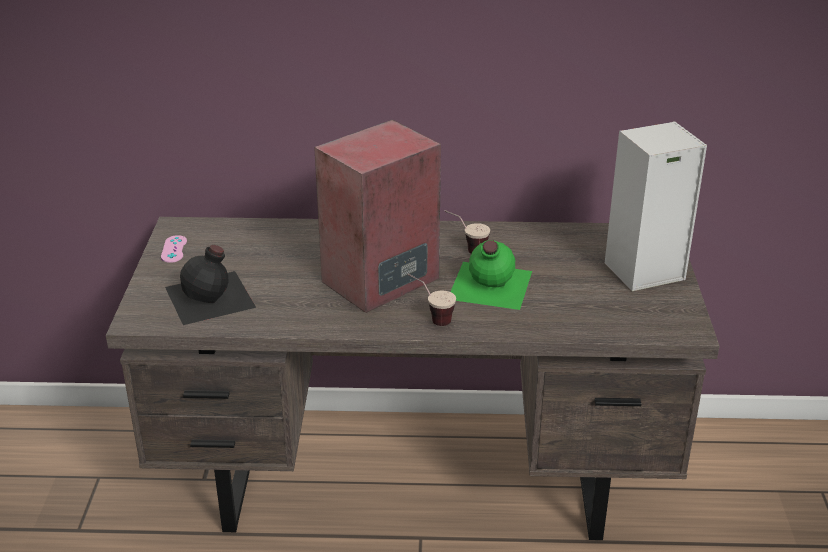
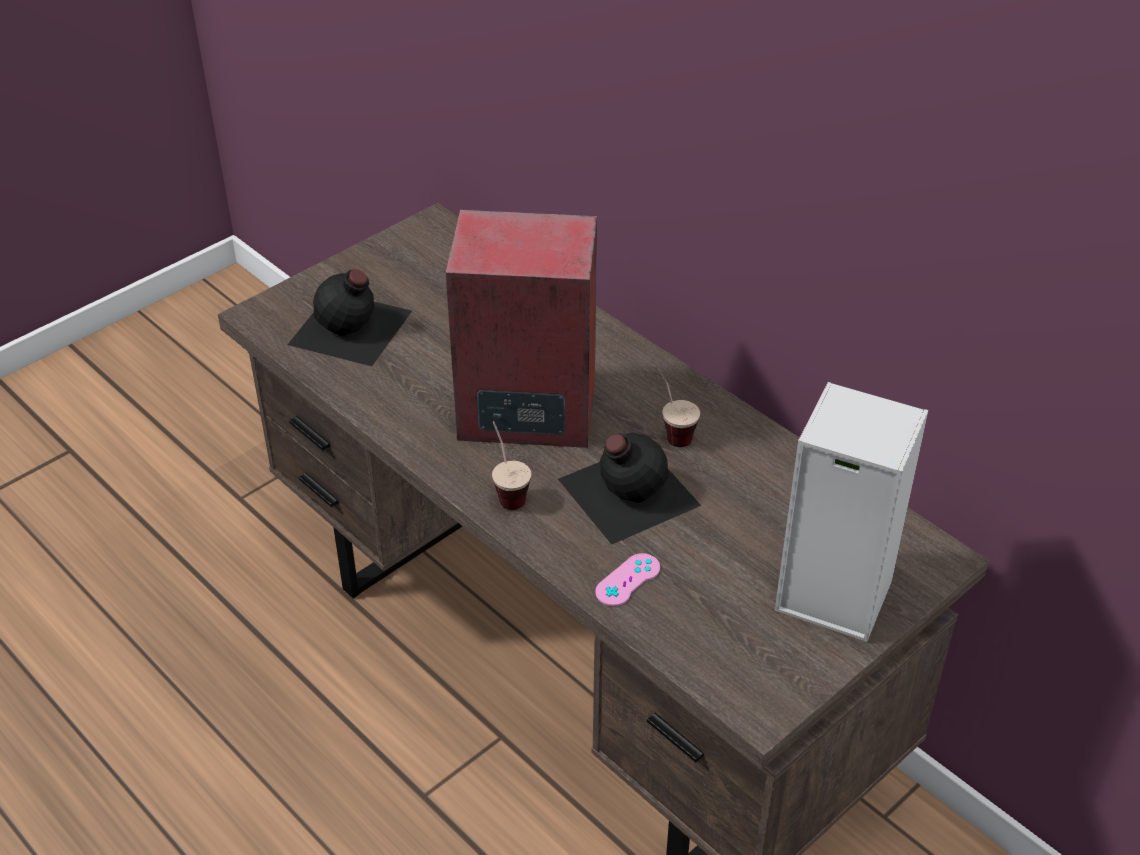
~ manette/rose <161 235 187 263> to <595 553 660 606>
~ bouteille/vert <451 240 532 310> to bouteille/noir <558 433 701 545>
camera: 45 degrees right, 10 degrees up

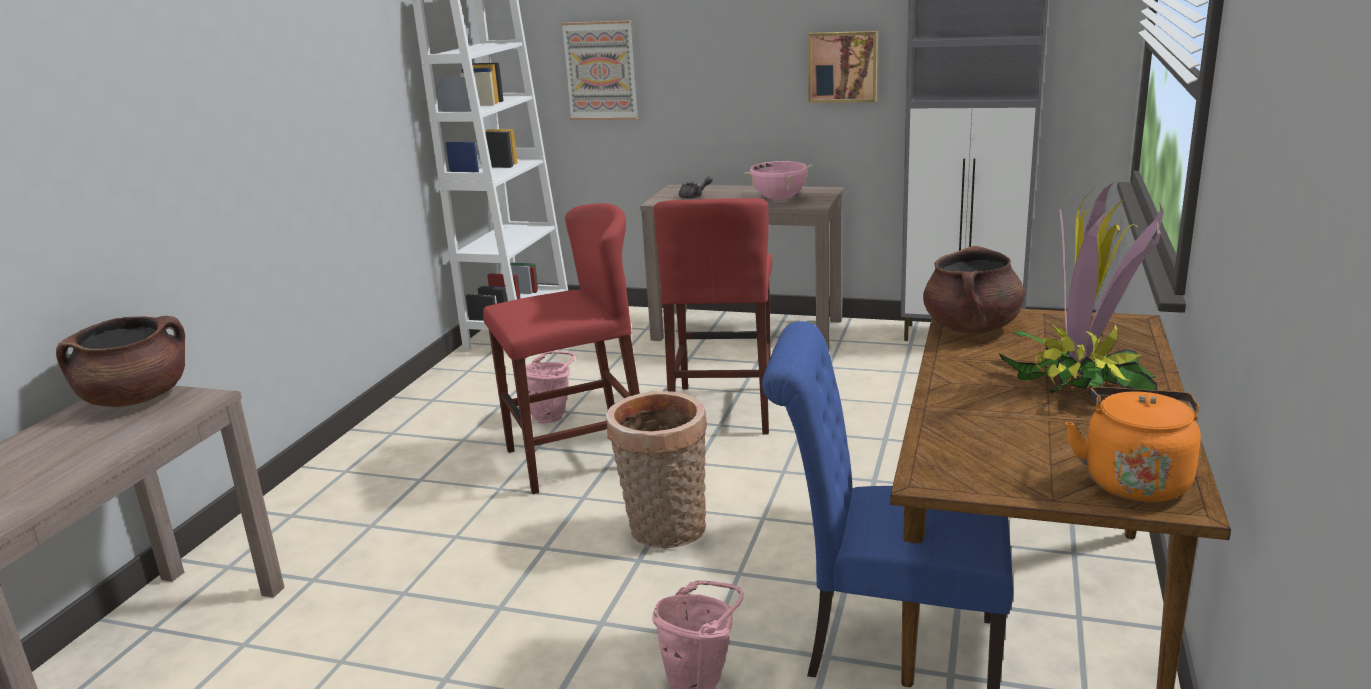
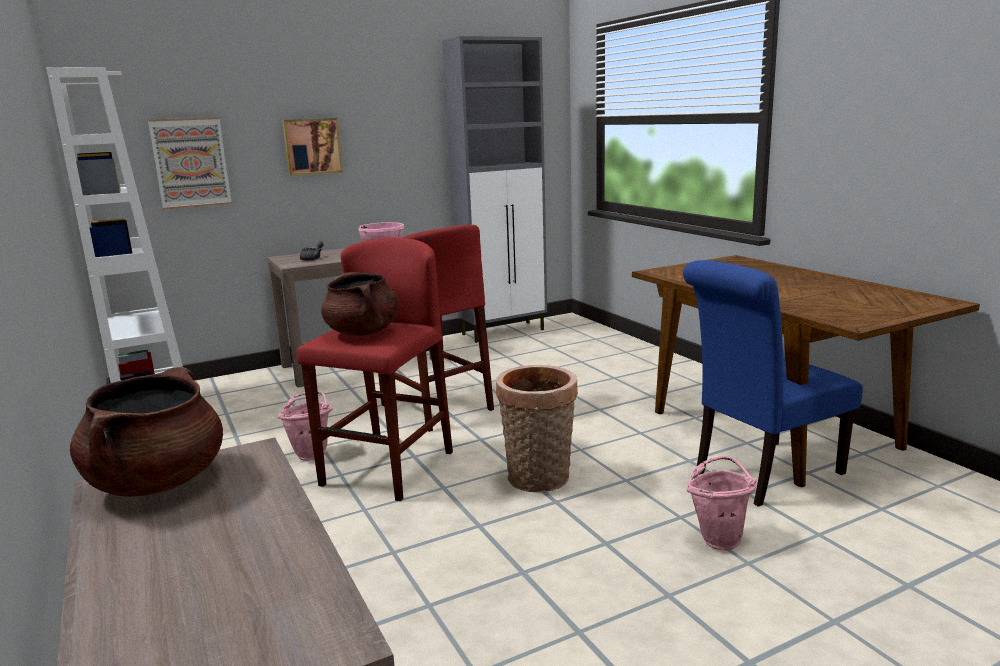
- plante en pot <999 182 1164 397>
- bouilloire/orange <1065 387 1201 502>
~ tableau <808 31 878 103> to <282 118 343 176>
~ marmite/marron <923 246 1025 333> to <321 272 398 336>
camera: 45 degrees left, 5 degrees down

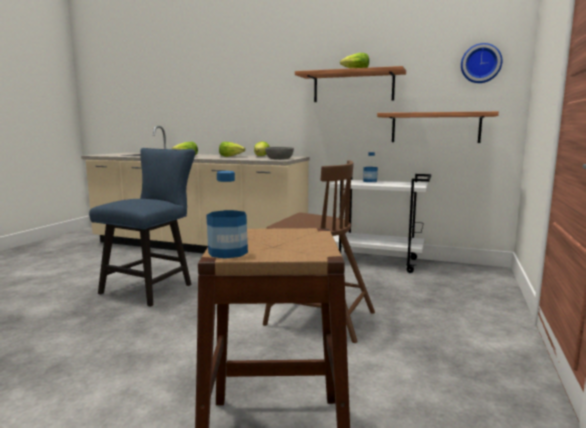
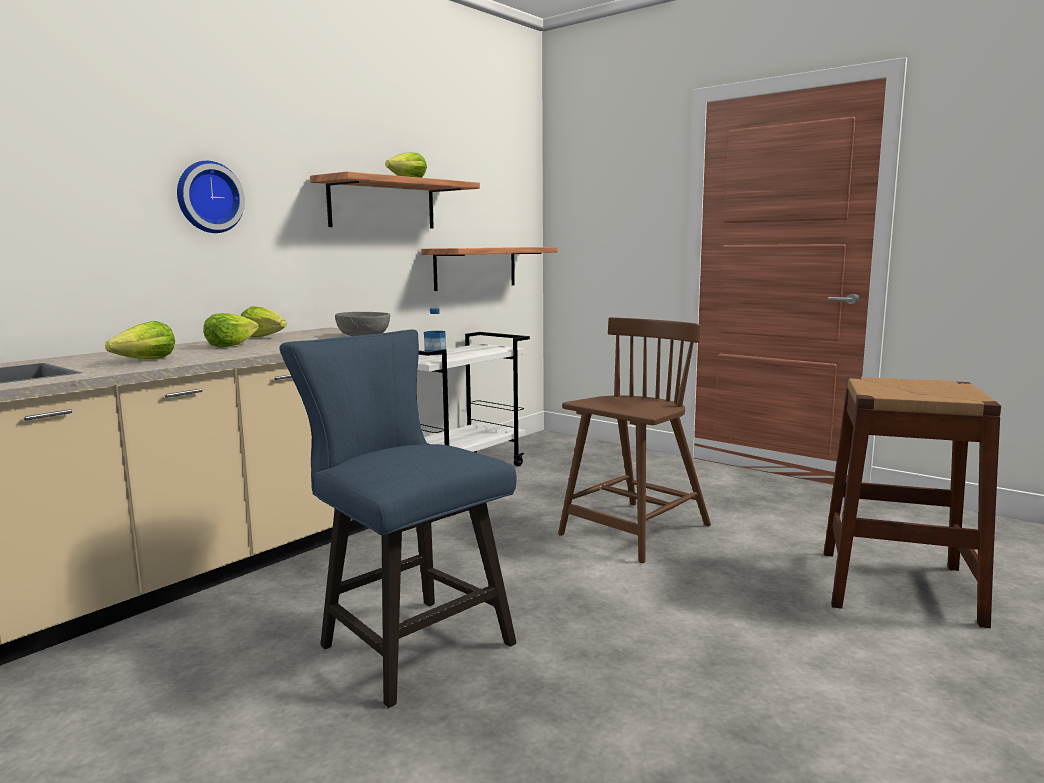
- bouteille <206 171 248 259>
~ horloge murale <461 43 502 83> to <177 161 245 233>
camera: 70 degrees left, 0 degrees up

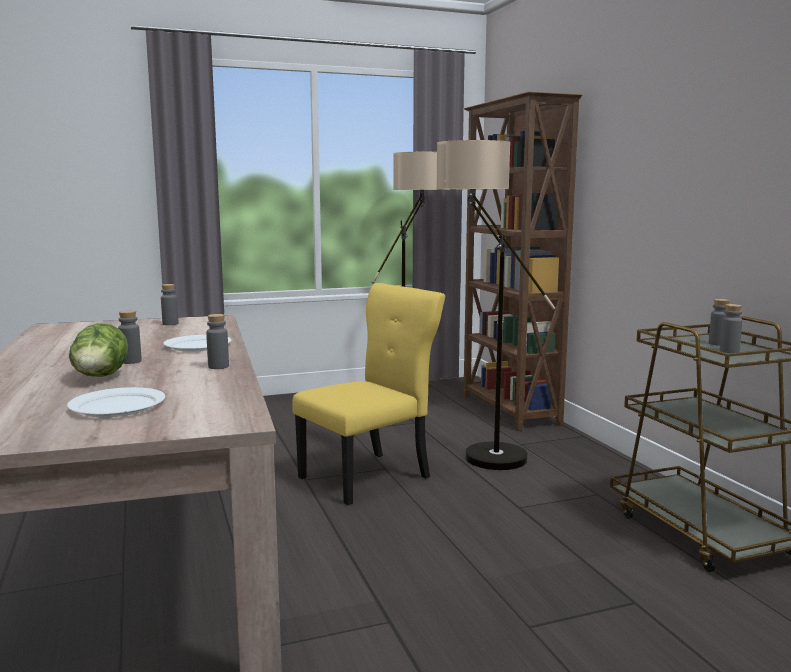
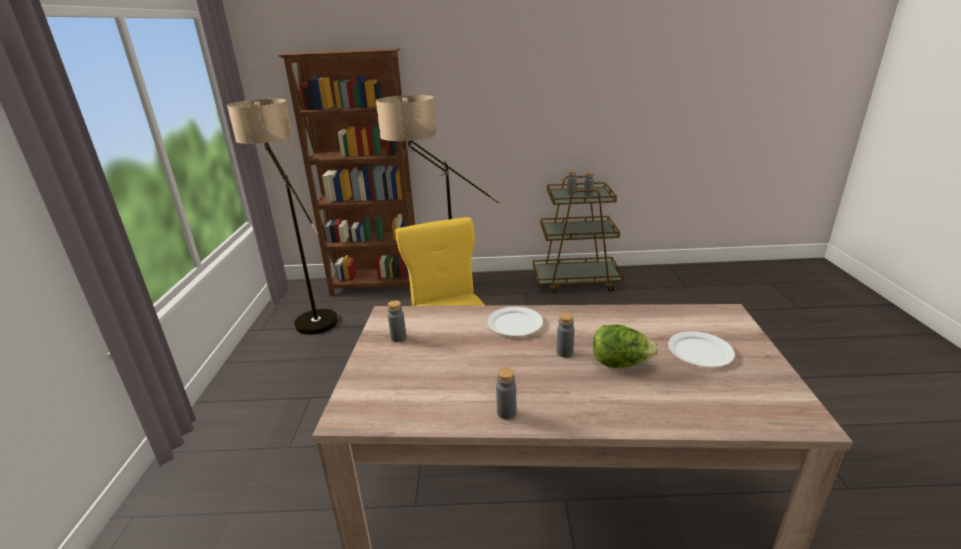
~ bouteille/gris <206 314 229 369> to <496 368 516 419>
camera: 70 degrees left, 15 degrees up

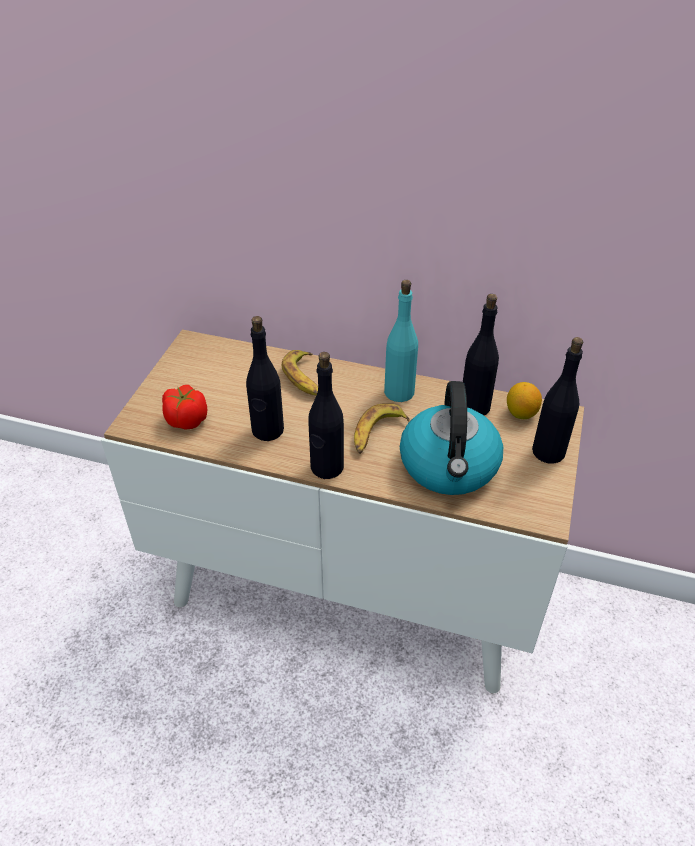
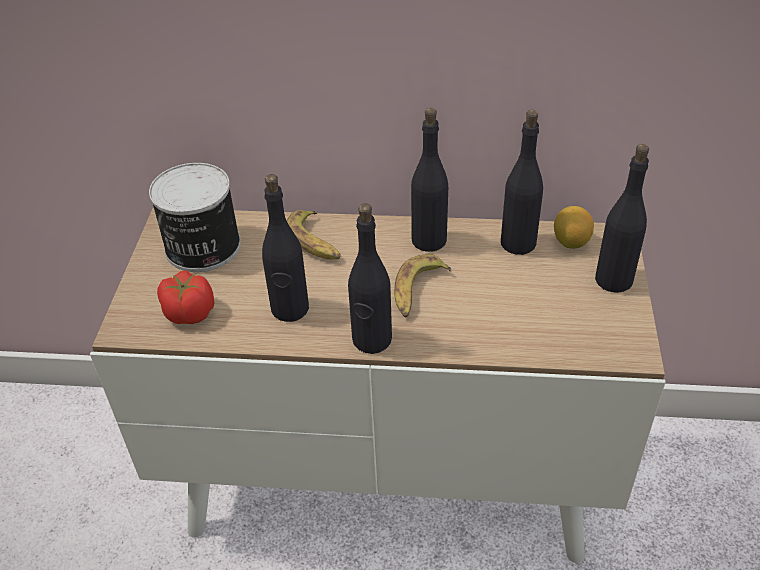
- bouilloire <400 381 503 495>
+ boîte métallique <149 163 241 272>
~ bouteille/turquoise <384 280 418 402> to bouteille/noir <411 108 448 252>
camera: 10 degrees left, 0 degrees up

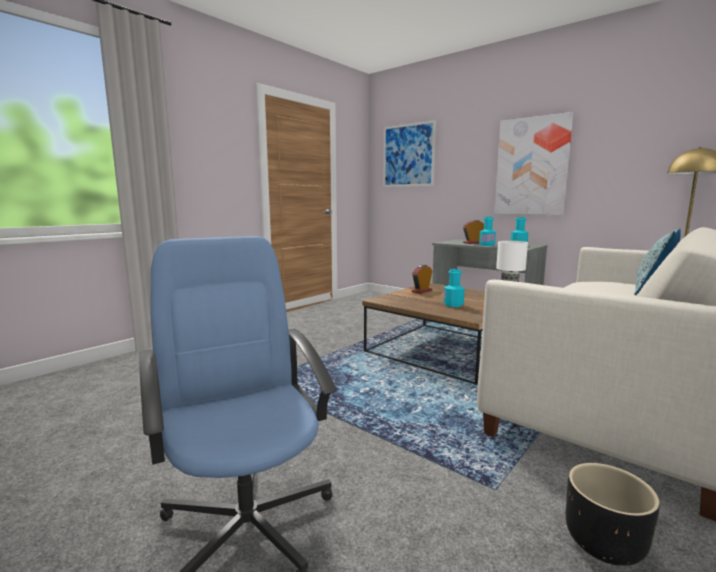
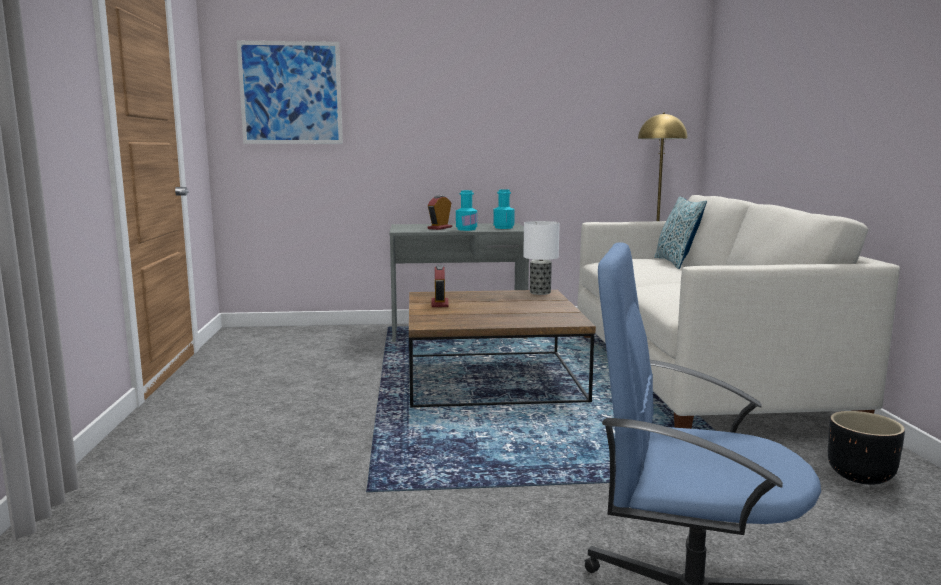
- bouteille/turquoise <444 269 465 307>
- tableau <494 112 574 215>
camera: 45 degrees left, 0 degrees up

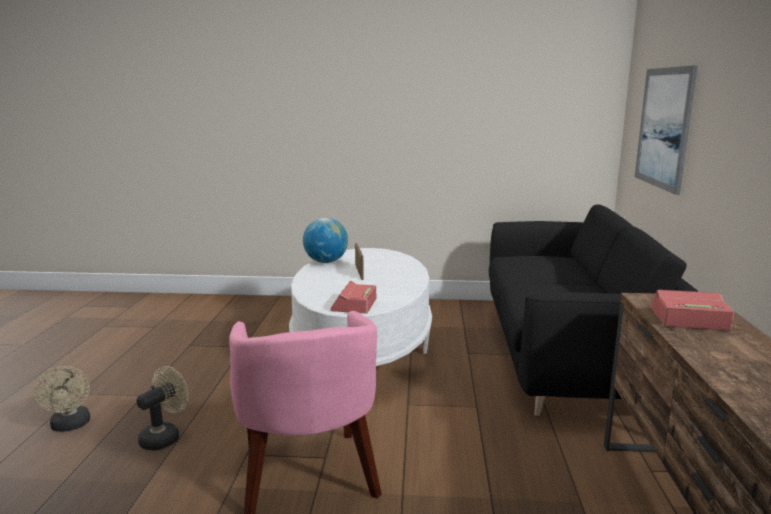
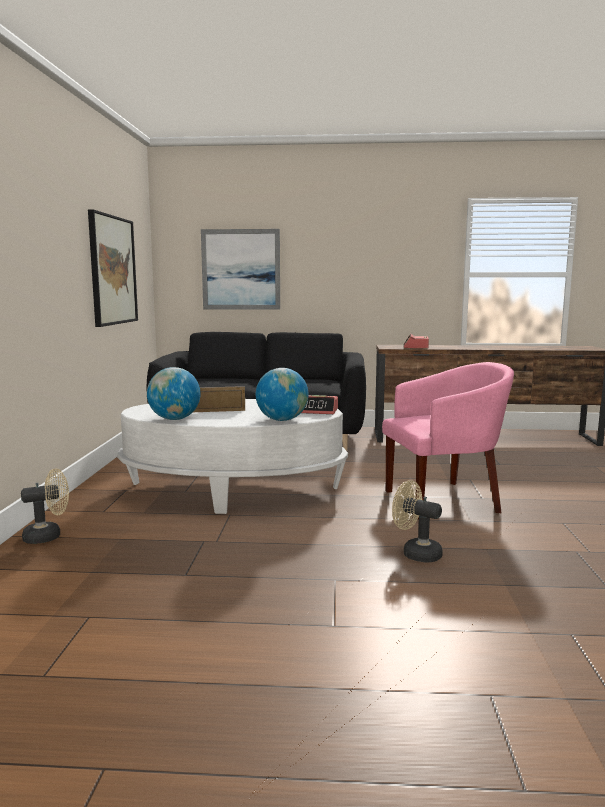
+ tableau <88 209 138 327>
+ globe <256 368 308 421>
~ ventilateur/beige <34 366 90 432> to <21 469 69 544>
camera: 90 degrees left, 5 degrees down

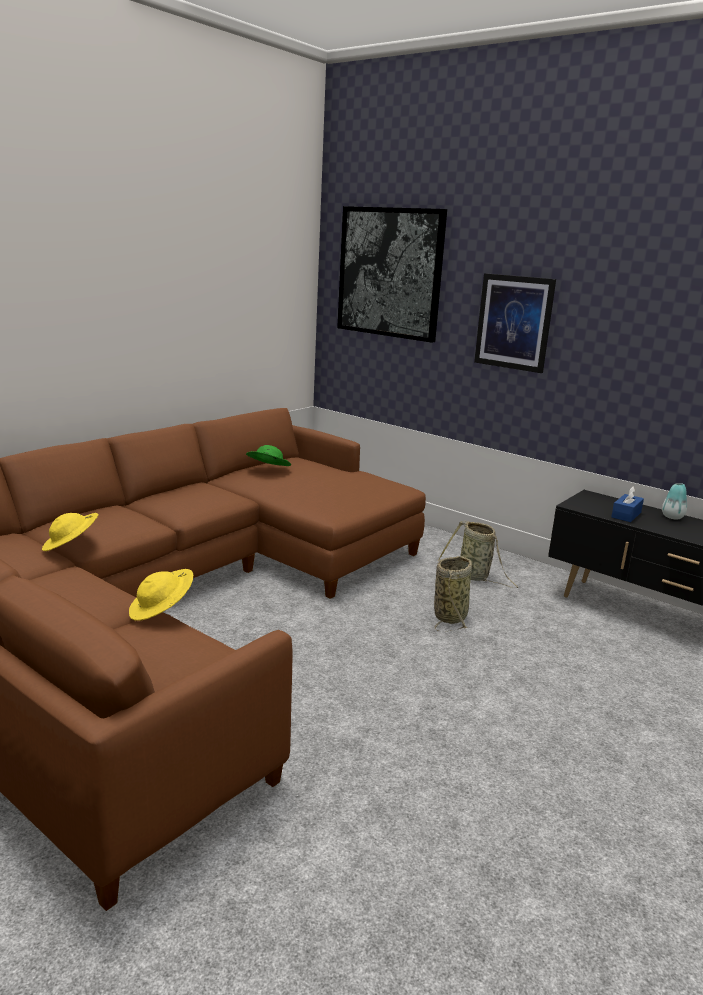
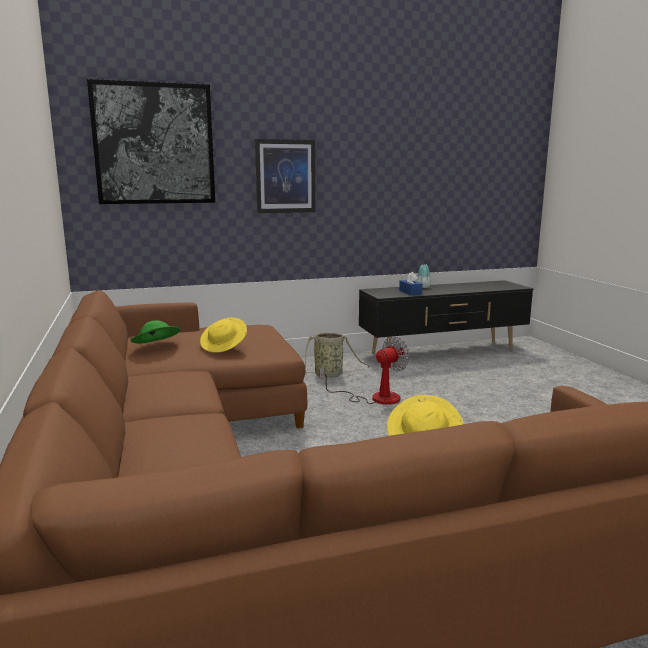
~ chapeau/jaune <42 513 99 551> to <200 318 247 353>
~ panier <434 556 472 631> to ventilateur <320 336 410 405>
camera: 55 degrees left, 5 degrees down

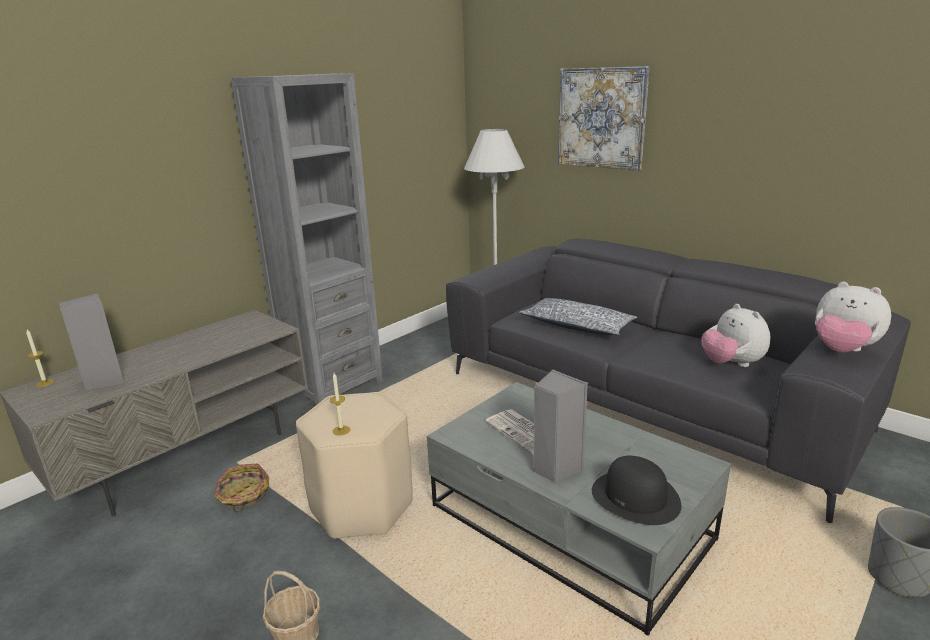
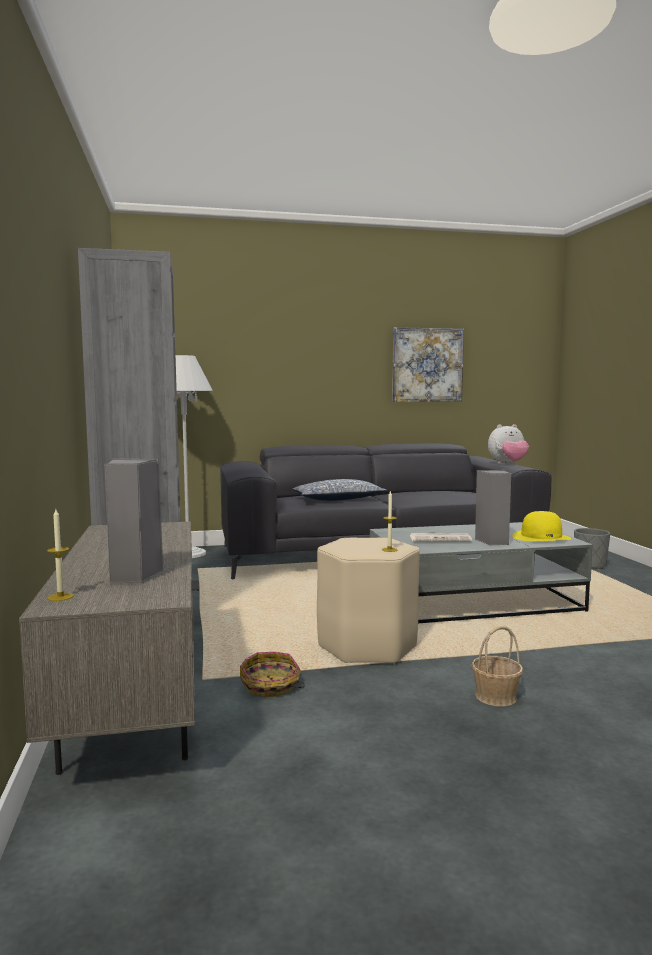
- peluche <701 304 771 367>
~ tableau <558 66 650 171> to <392 327 464 402>
~ chapeau/noir <592 456 681 525> to chapeau/jaune <512 511 571 541>
camera: 55 degrees left, 15 degrees down

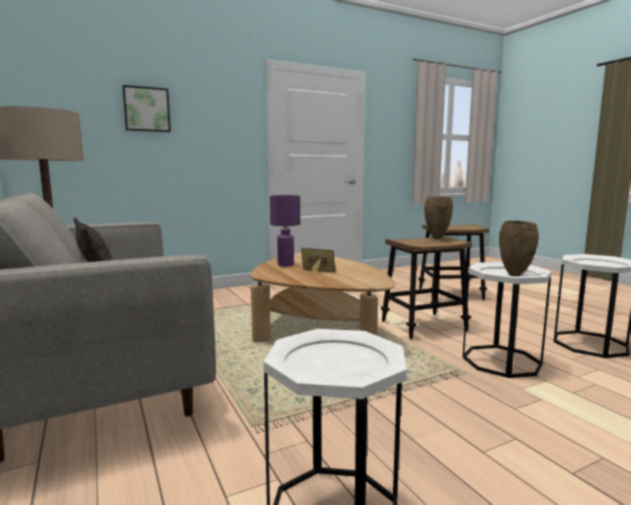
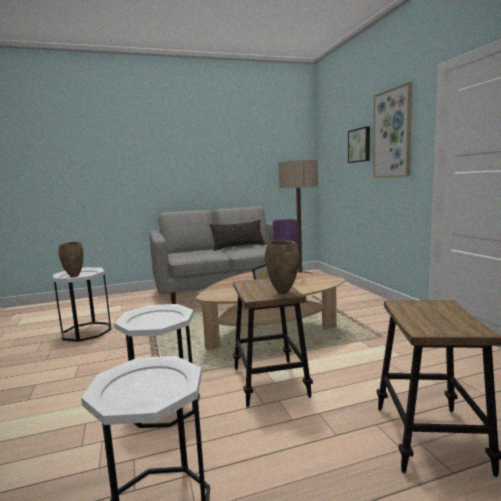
+ tableau <373 82 412 178>
~ vase/marron <499 221 539 277> to <58 242 84 277>
camera: 100 degrees right, 0 degrees up

